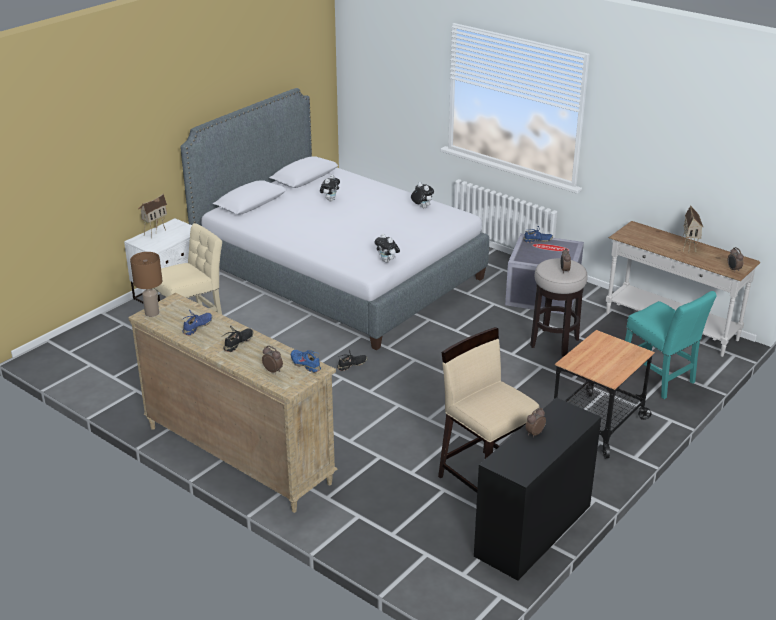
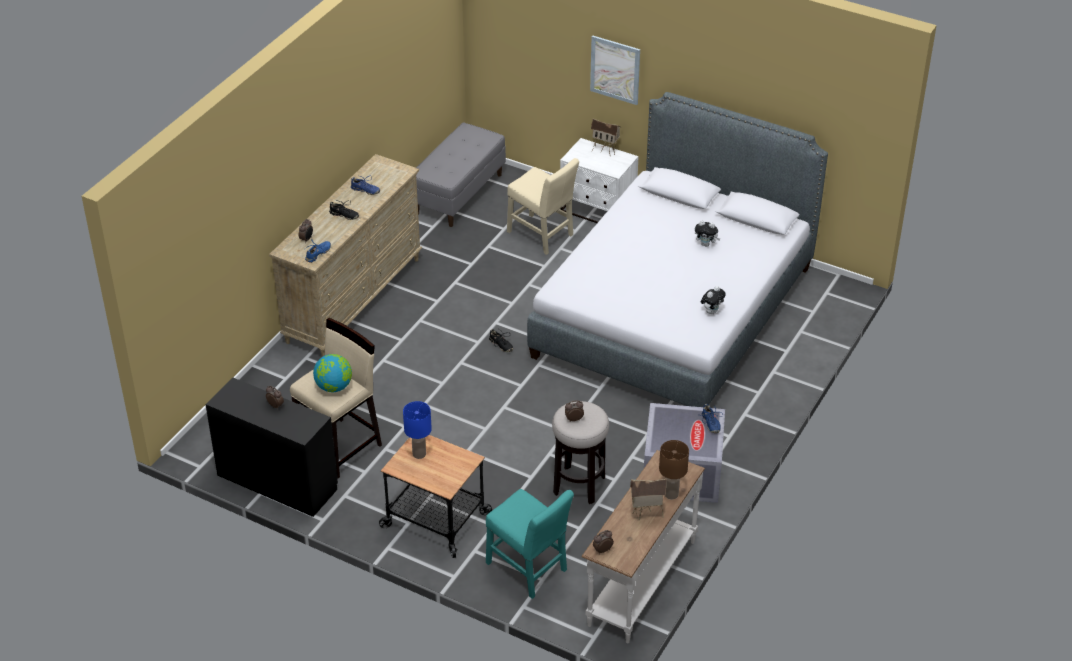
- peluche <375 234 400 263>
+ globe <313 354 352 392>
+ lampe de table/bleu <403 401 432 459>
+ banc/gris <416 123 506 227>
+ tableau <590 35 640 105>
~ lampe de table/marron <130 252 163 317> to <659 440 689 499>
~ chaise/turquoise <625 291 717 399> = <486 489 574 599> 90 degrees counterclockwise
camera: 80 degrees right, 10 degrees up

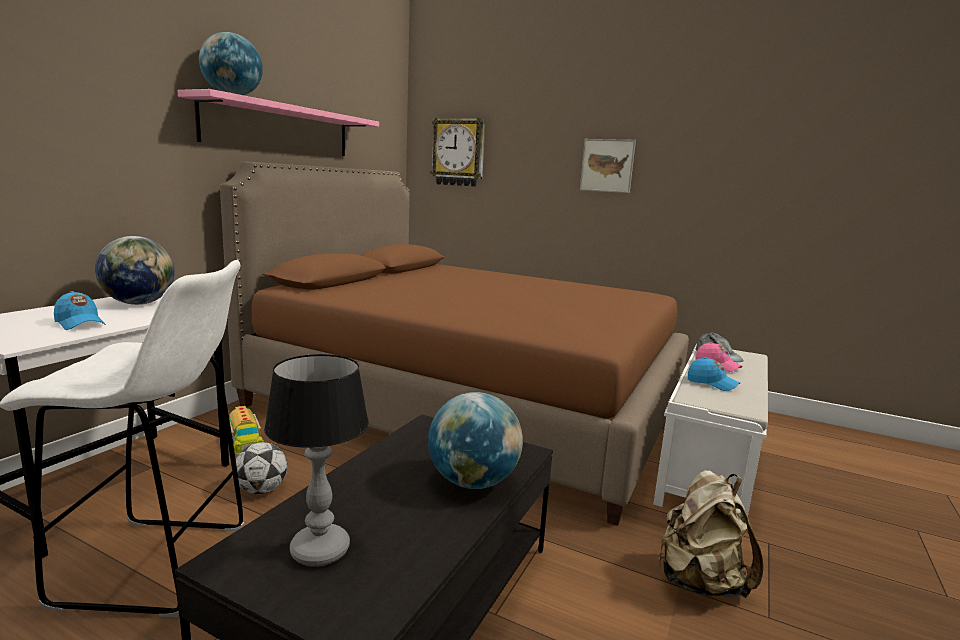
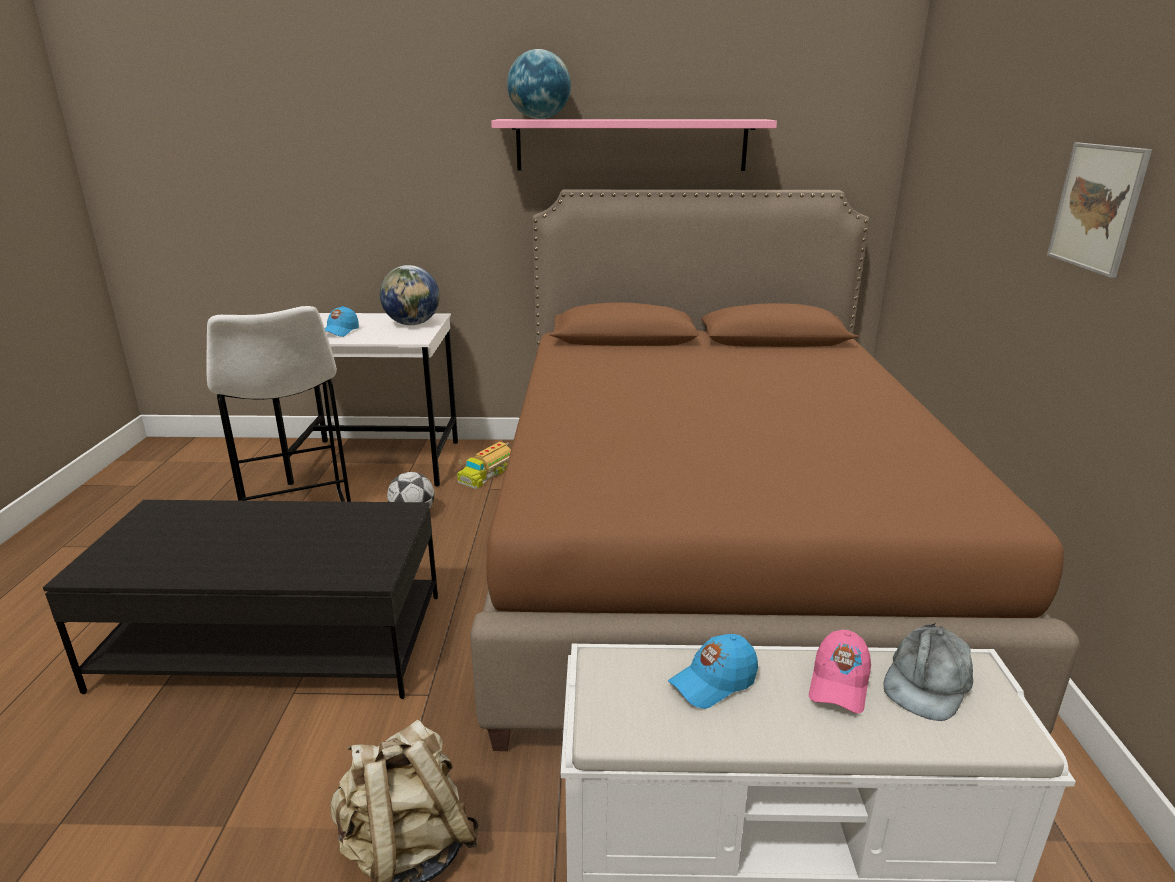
- lampe de table <264 354 369 567>
- globe <428 392 523 489>
- horloge murale <430 118 485 187>
~ casquette/bleu <688 357 740 391> = <668 634 758 709> 45 degrees clockwise
camera: 65 degrees right, 10 degrees up

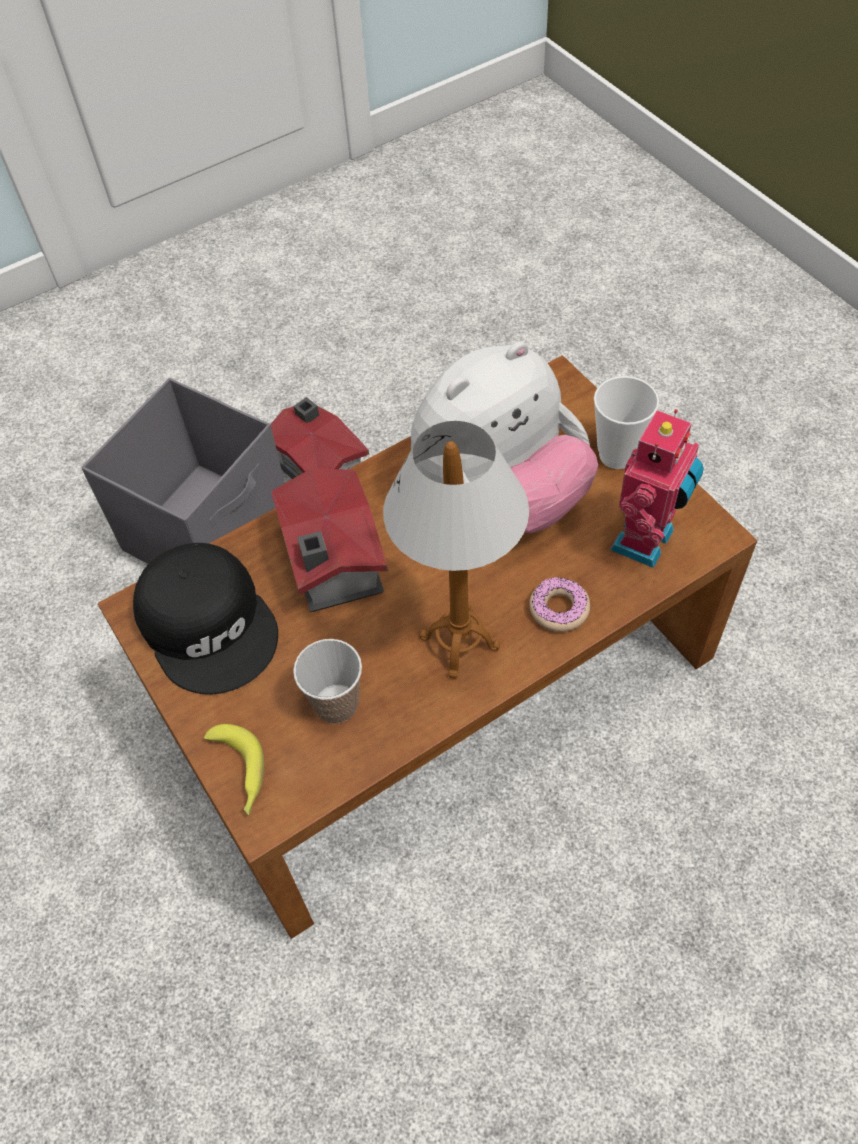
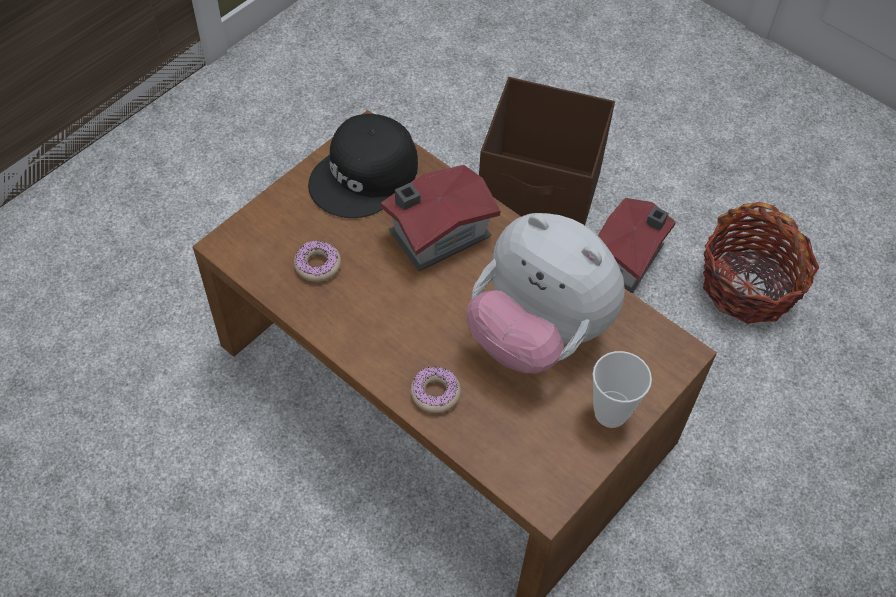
- banane <204 724 264 815>
- lampe de table <383 421 529 679>
- robot jouet <610 409 704 568>
+ panier <703 202 820 324>
~ tasse <293 639 362 723> to beignet <294 241 341 282>
~ boîte de rangement/gris <82 378 285 564> to boîte de rangement/marron <479 77 615 225>
camera: 70 degrees right, 0 degrees up

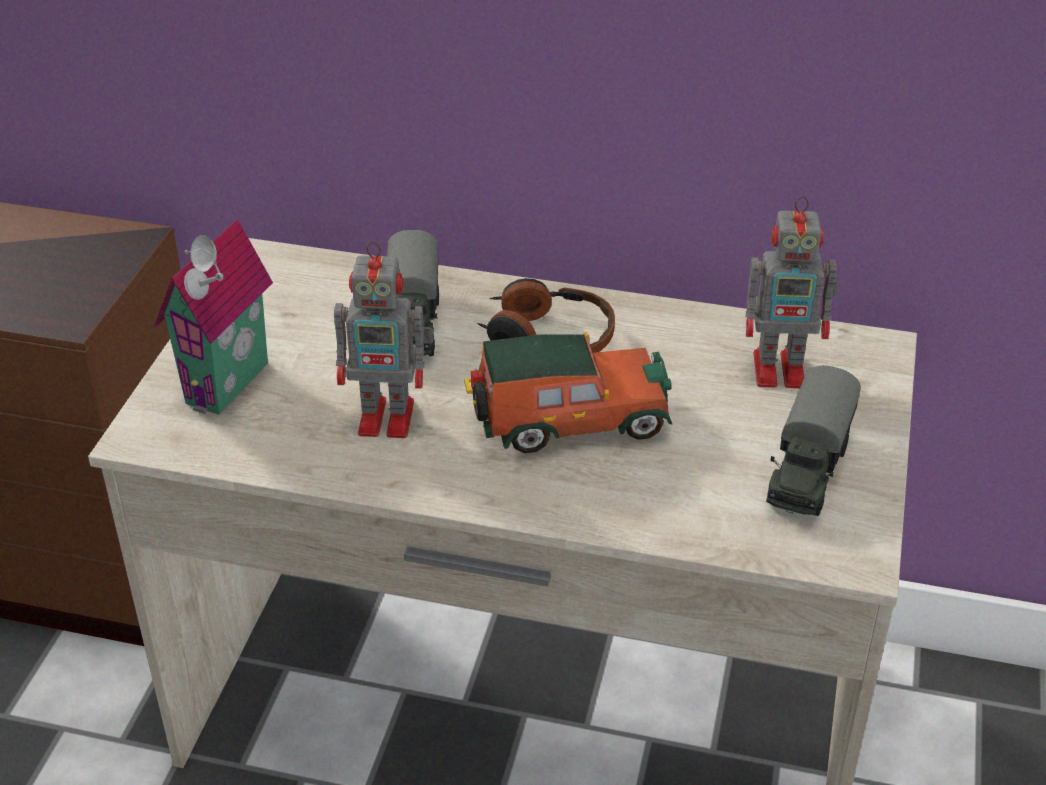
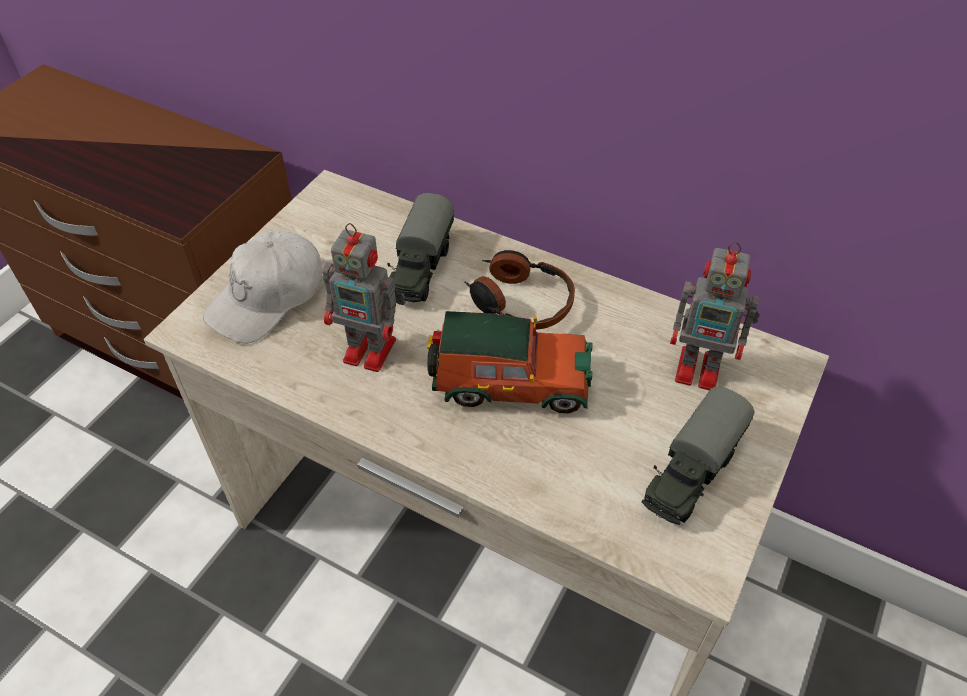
~ maison miniature <154 219 273 414> to casquette/blanc <203 232 322 343>
camera: 15 degrees right, 10 degrees up

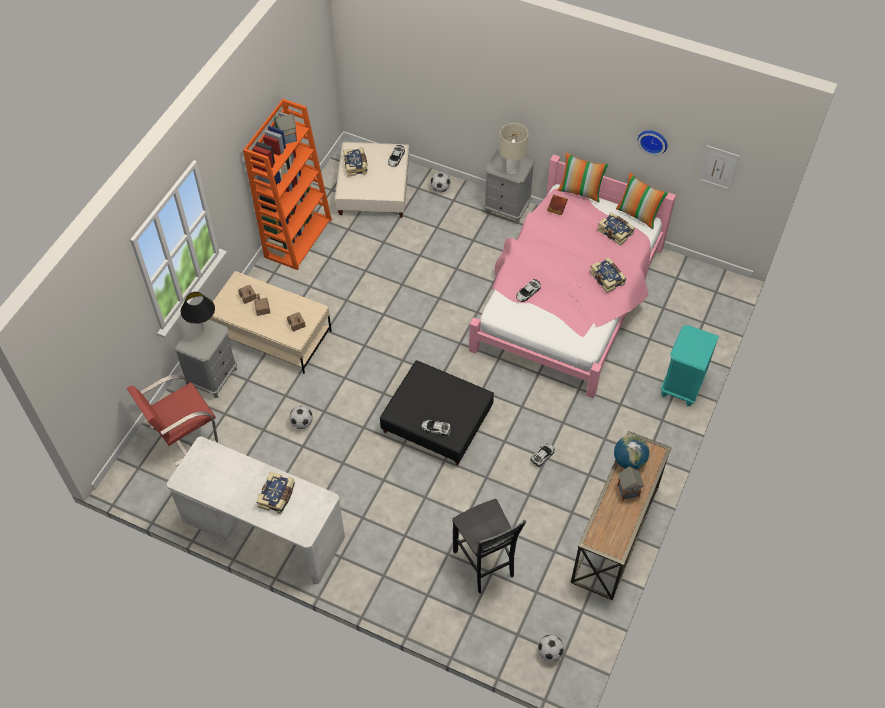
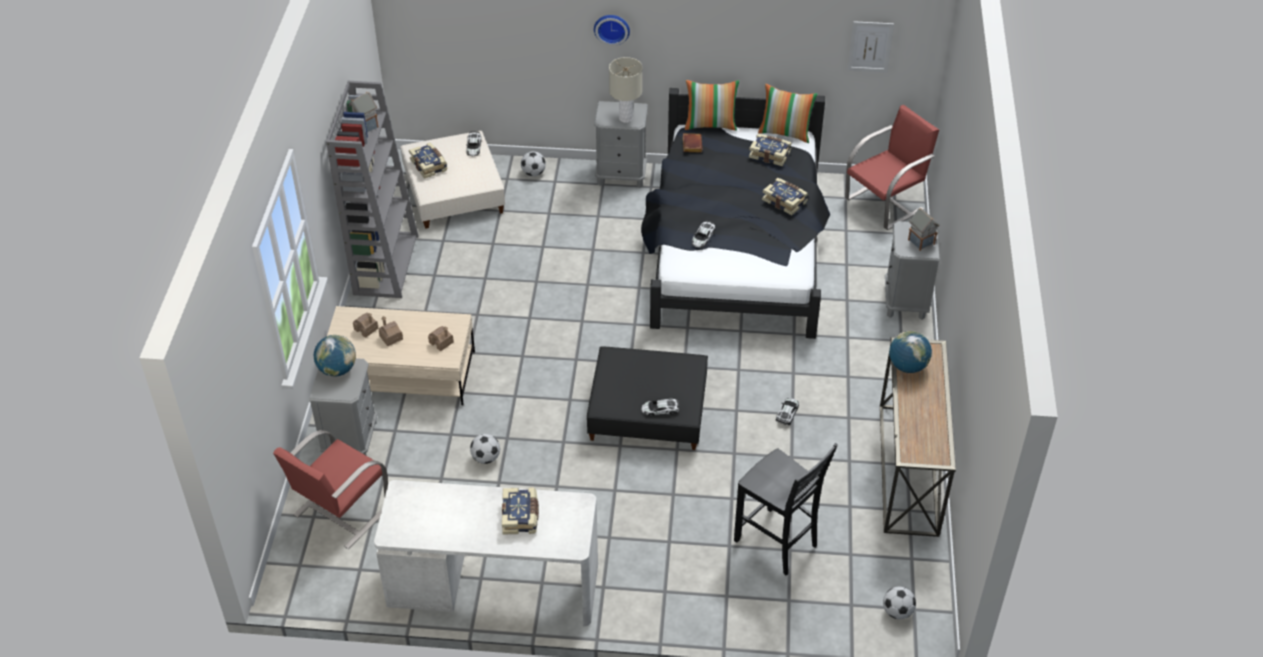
+ chaise/rouge <845 105 939 230>
~ maison miniature <617 466 644 501> to <908 208 940 251>
~ horloge murale <638 130 667 156> to <594 15 630 46>
~ lampe de table/noir <181 292 215 330> to globe <314 335 356 377>
~ bibliothèque/orange <243 99 332 270> to bibliothèque/gris <326 81 418 298>
~ lit/rose <469 154 676 398> to lit/noir <641 88 830 339>
~ table de chevet/turquoise <661 325 719 406> to table de chevet/gris <885 221 939 320>
camera: 20 degrees left, 10 degrees down

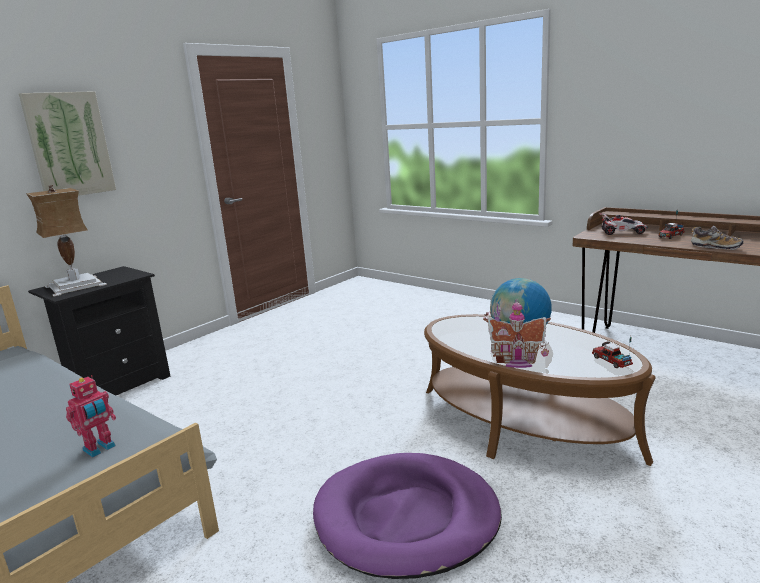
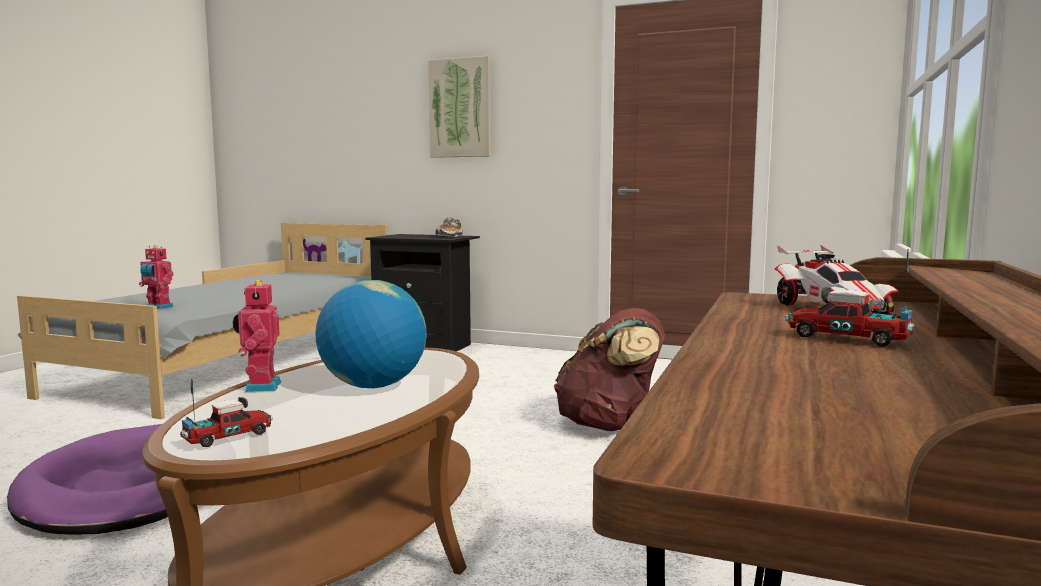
- lampe de table <26 185 107 297>
+ sac à dos/marron <554 308 665 431>
~ chaussure <691 226 744 250> to <436 217 463 237>
~ maison miniature <483 299 551 368> to robot jouet <233 280 281 392>
camera: 70 degrees right, 10 degrees down

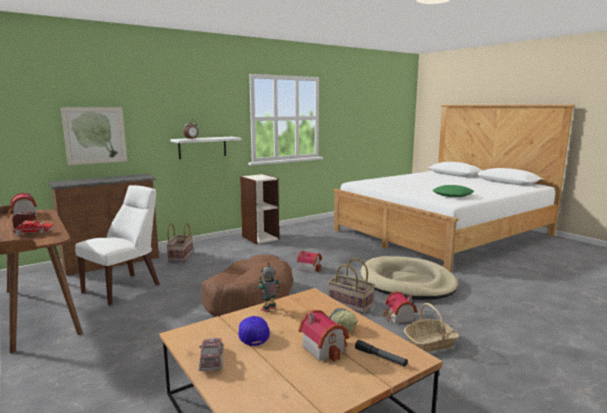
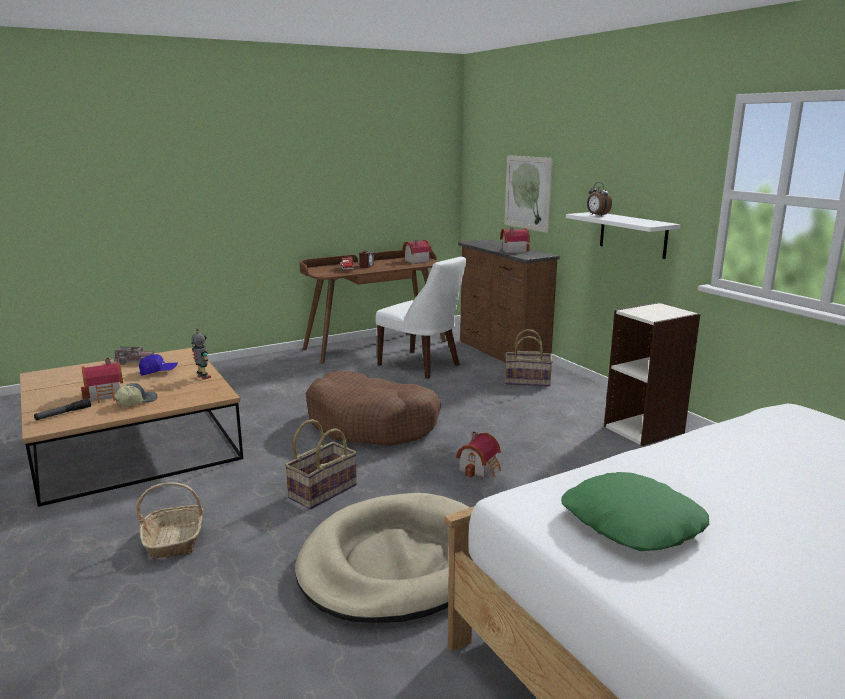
~ maison miniature <383 291 417 324> to <500 227 530 253>
camera: 95 degrees right, 5 degrees up

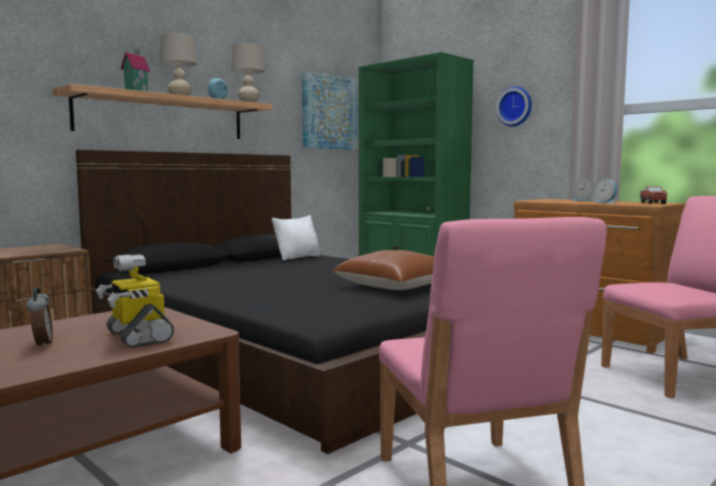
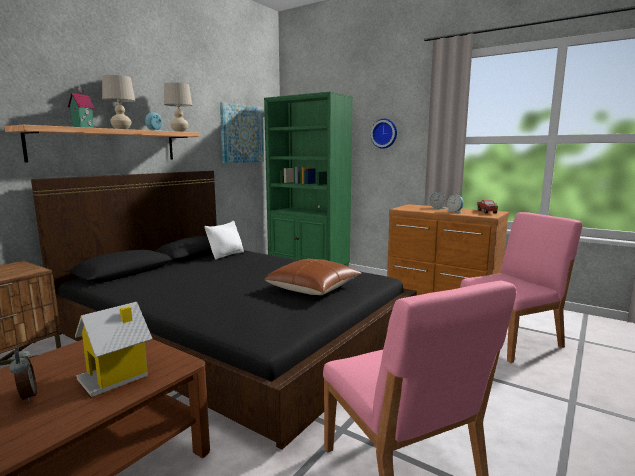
~ robot jouet <96 254 174 348> to maison miniature <75 302 153 397>
camera: 10 degrees left, 5 degrees up

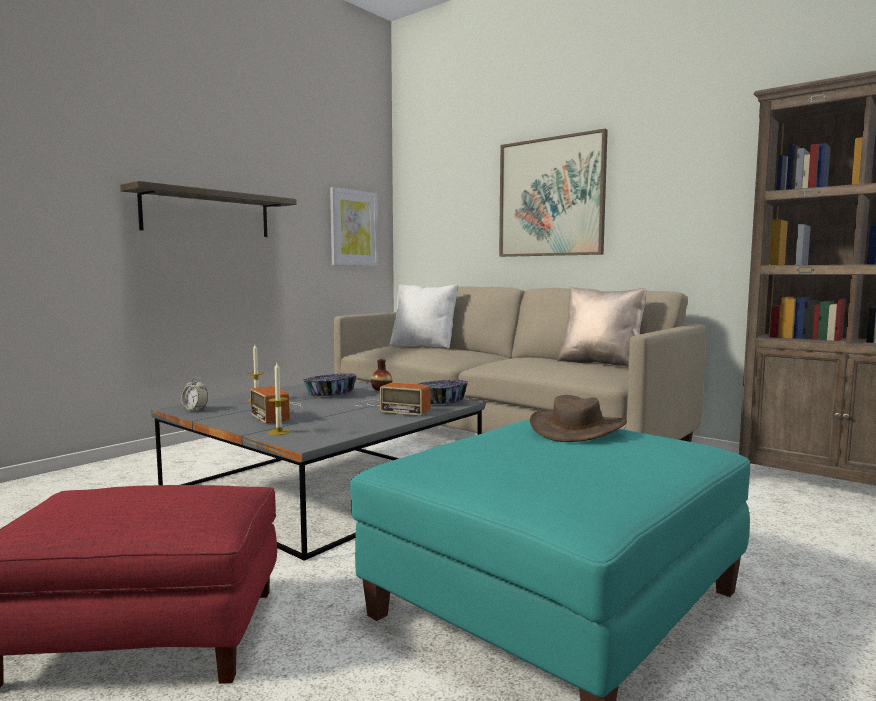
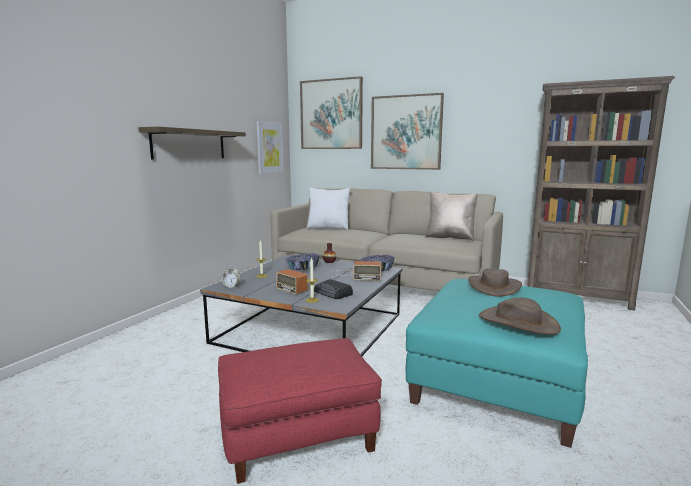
+ tableau <300 76 363 149>
+ radio <314 279 353 299>
+ chapeau/marron <479 297 561 335>
camera: 15 degrees left, 5 degrees up

